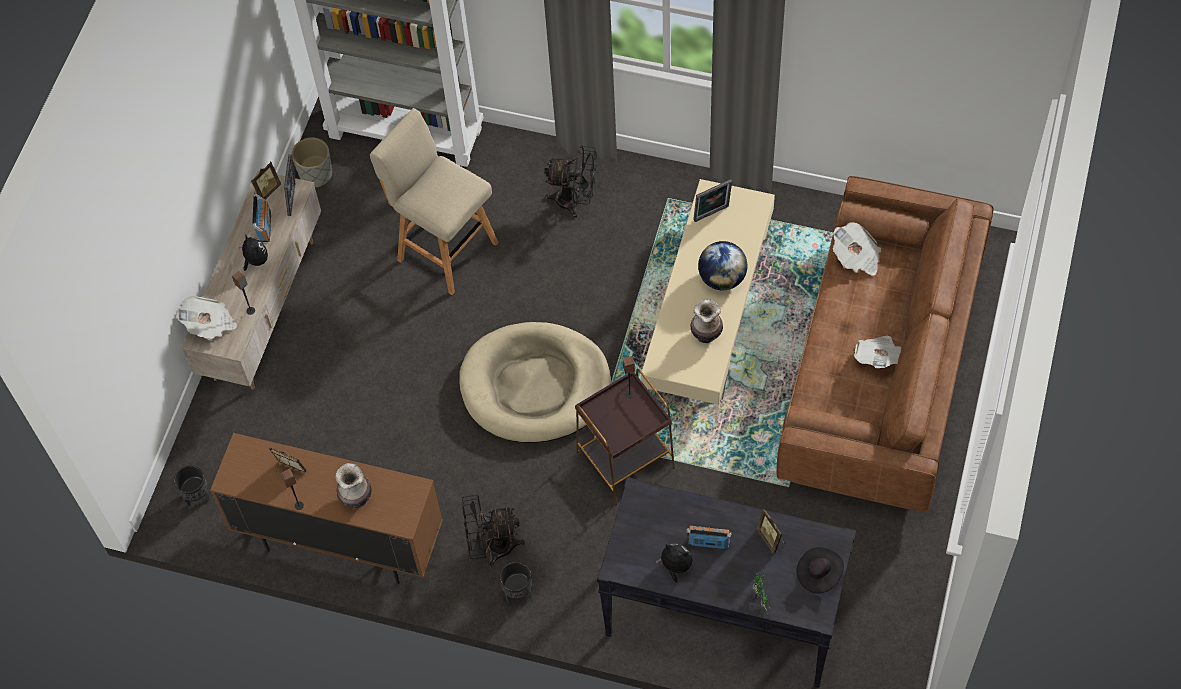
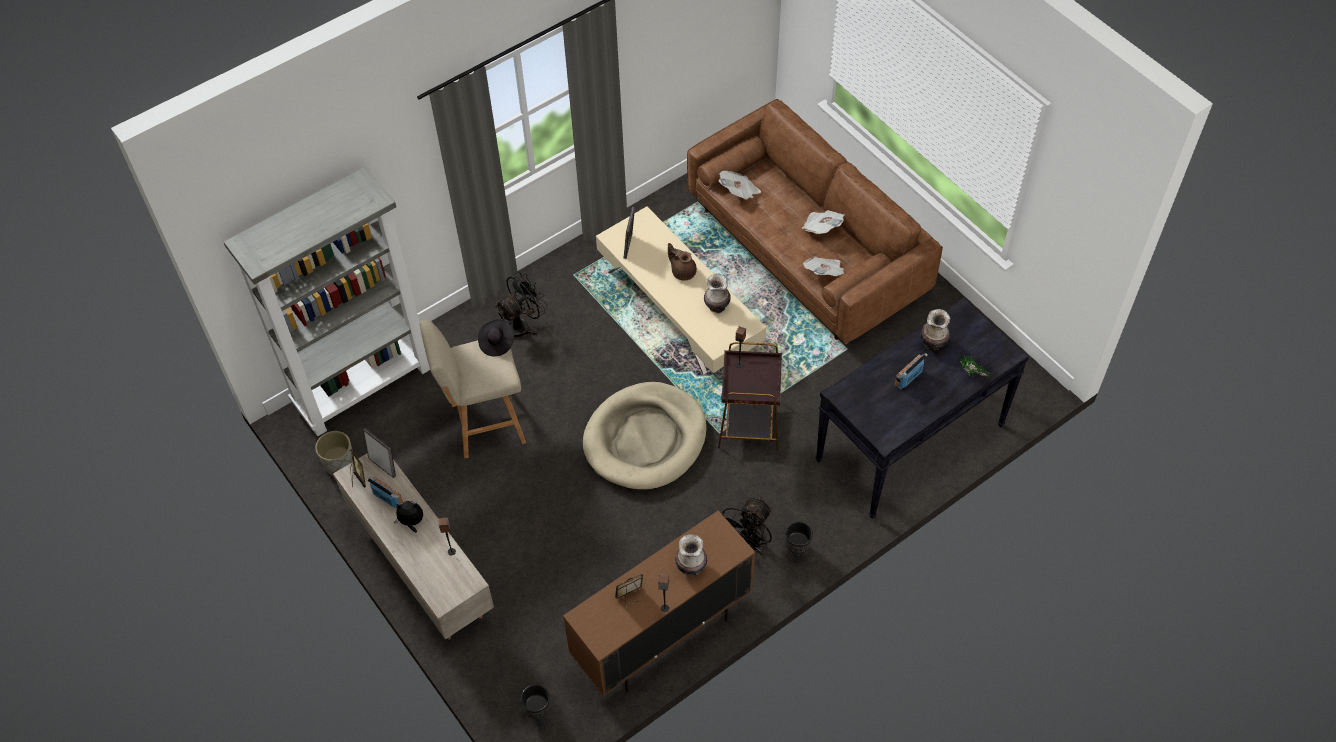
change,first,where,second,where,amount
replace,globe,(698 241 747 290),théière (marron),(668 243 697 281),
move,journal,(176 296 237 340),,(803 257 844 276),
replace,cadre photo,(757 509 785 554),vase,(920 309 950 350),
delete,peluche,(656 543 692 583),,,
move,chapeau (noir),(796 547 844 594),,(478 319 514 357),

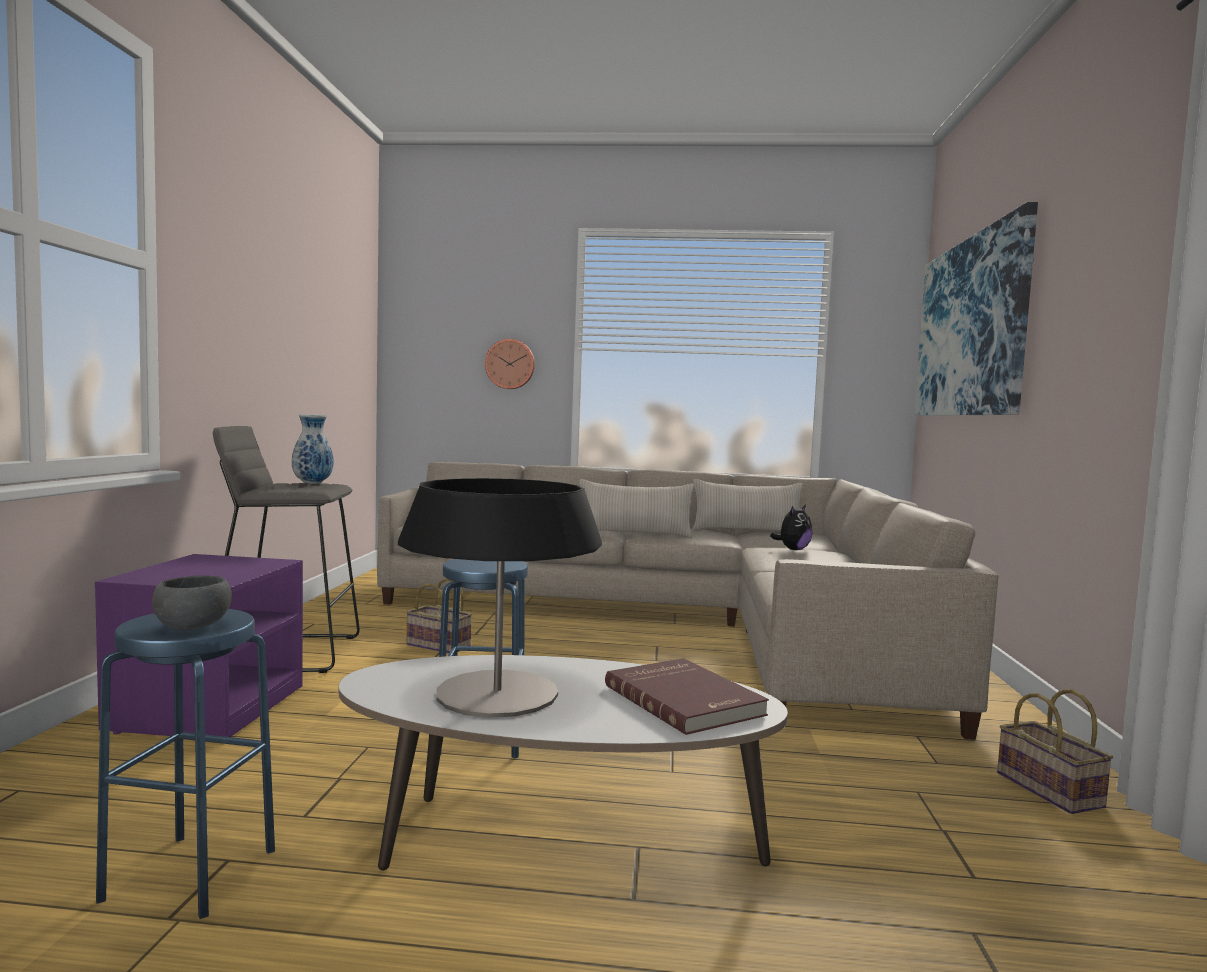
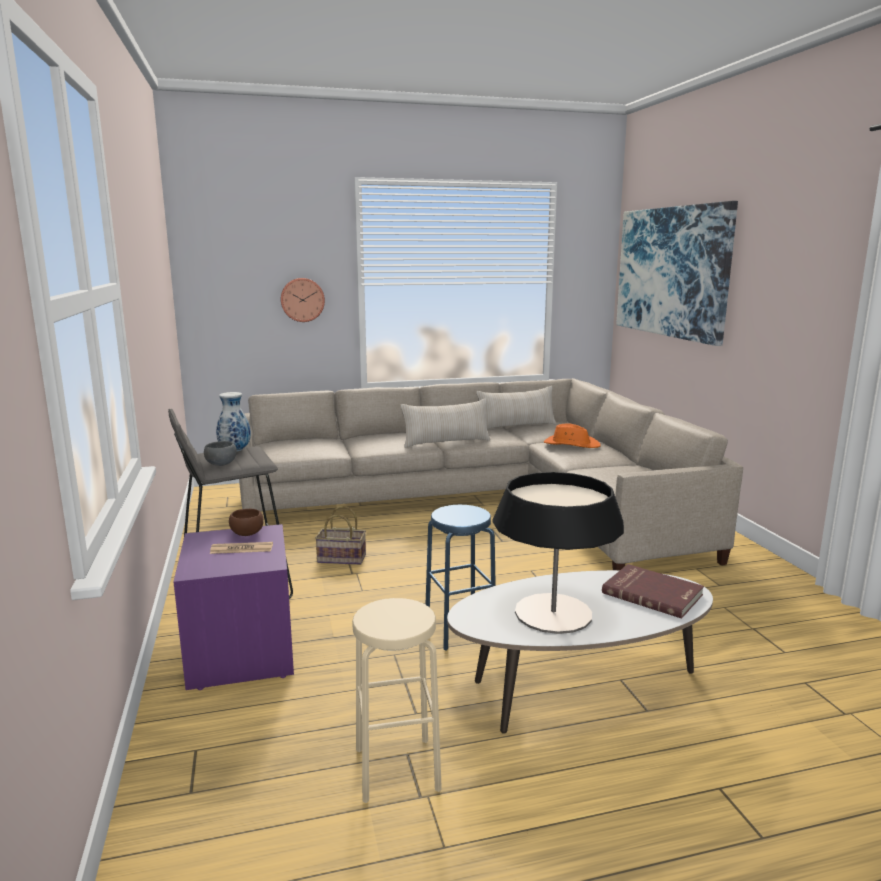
change,first,where,second,where,amount
replace,peluche,(770 505 812 550),chapeau (orange),(544 423 601 448),
move,bol (gris),(152 575 232 630),,(204 441 237 466),
recolor,tabouret (bleu),(96 609 275 919),tabouret (beige),(352 598 442 803),
delete,panier,(997 689 1113 814),,,
insert,,,bol (marron),(229 509 264 536),
insert,,,journal,(210 542 273 554),

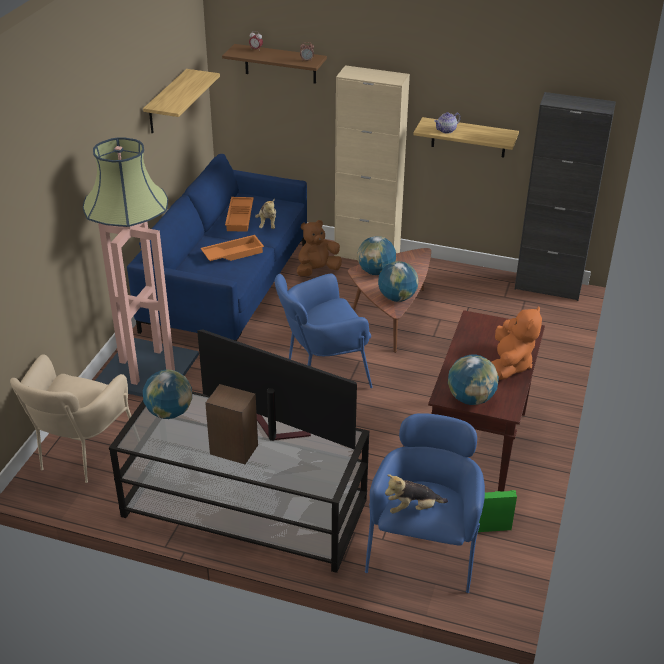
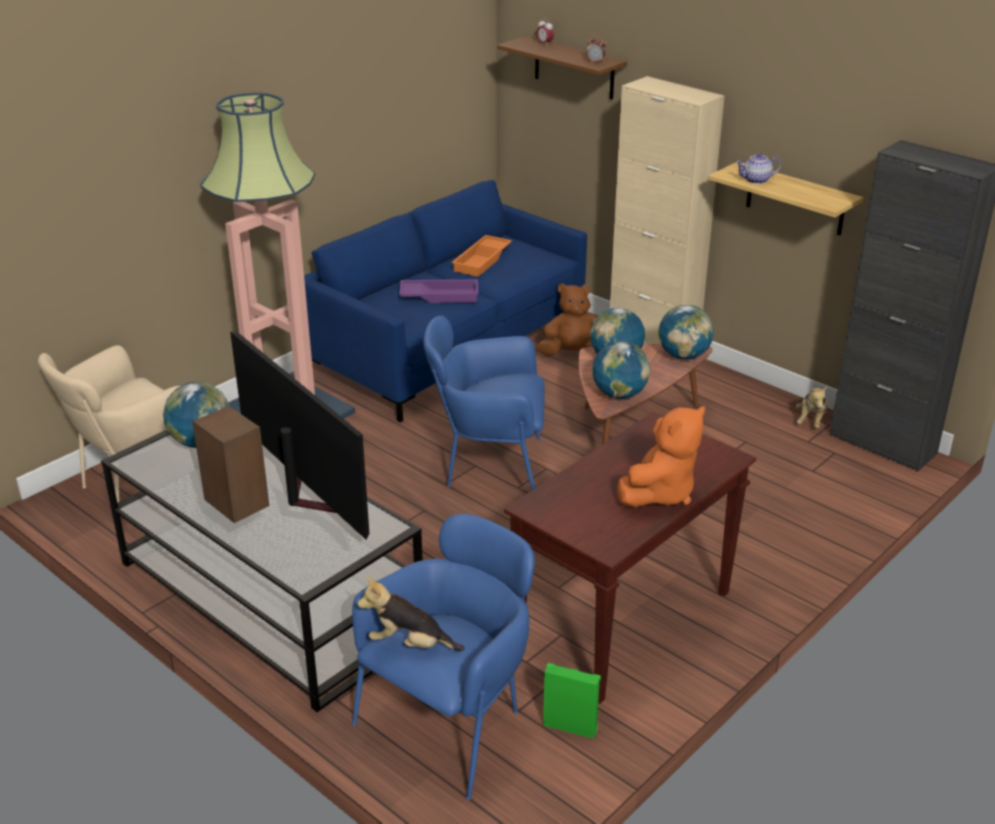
change,first,where,second,where,amount
delete,étagère,(143 69 220 134),,,
move,peluche,(255 198 276 229),,(796 386 828 429),
recolor,plateau (orange),(200 235 264 261),plateau (violet),(399 279 478 303),
move,globe,(448 355 499 405),,(658 305 714 360),

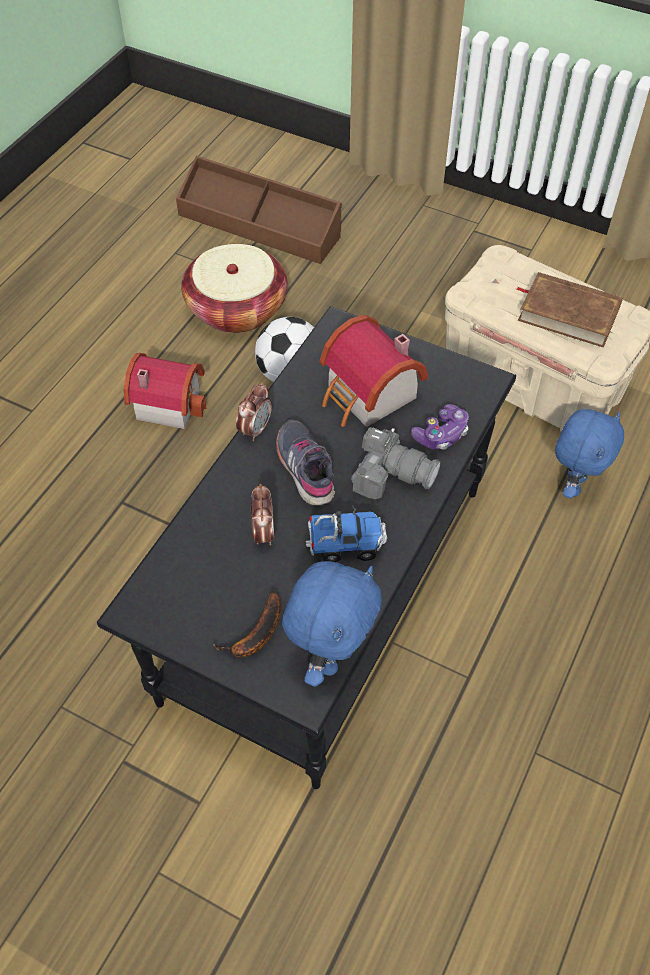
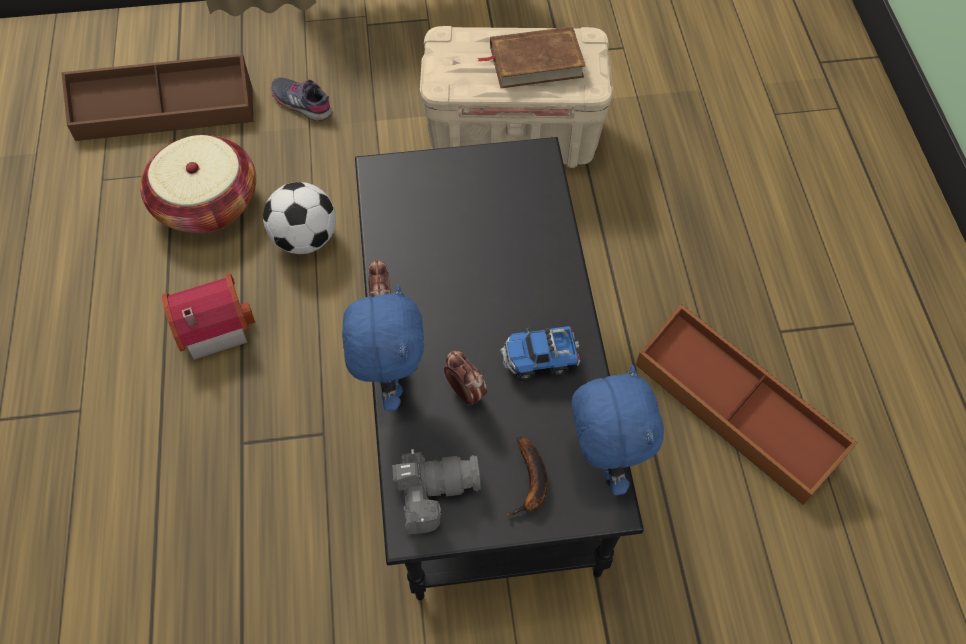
change,first,where,second,where,amount
delete,maison miniature,(320 315 428 427),,,
delete,manette,(411 404 469 450),,,
move,peluche (bleu),(555 409 624 498),,(342 284 424 411),
move,chaussure (gris),(276 420 335 506),,(271 77 332 121),
move,appareil photo,(351 427 441 499),,(392 449 481 535),
rotate,camion jouet,(306 507 387 562),,(500 326 580 381),150 degrees counterclockwise
insert,,,boîte de rangement (marron),(636 304 857 505),

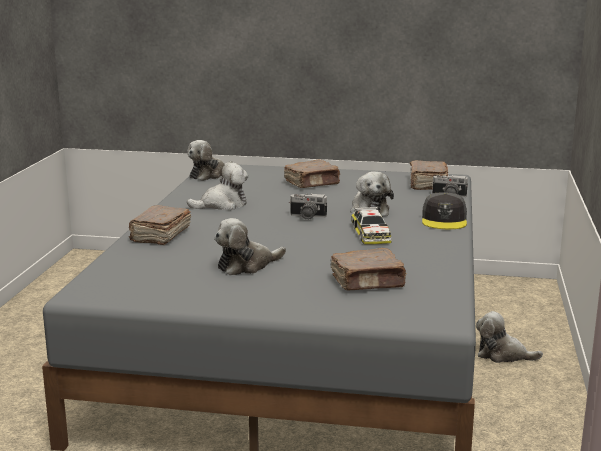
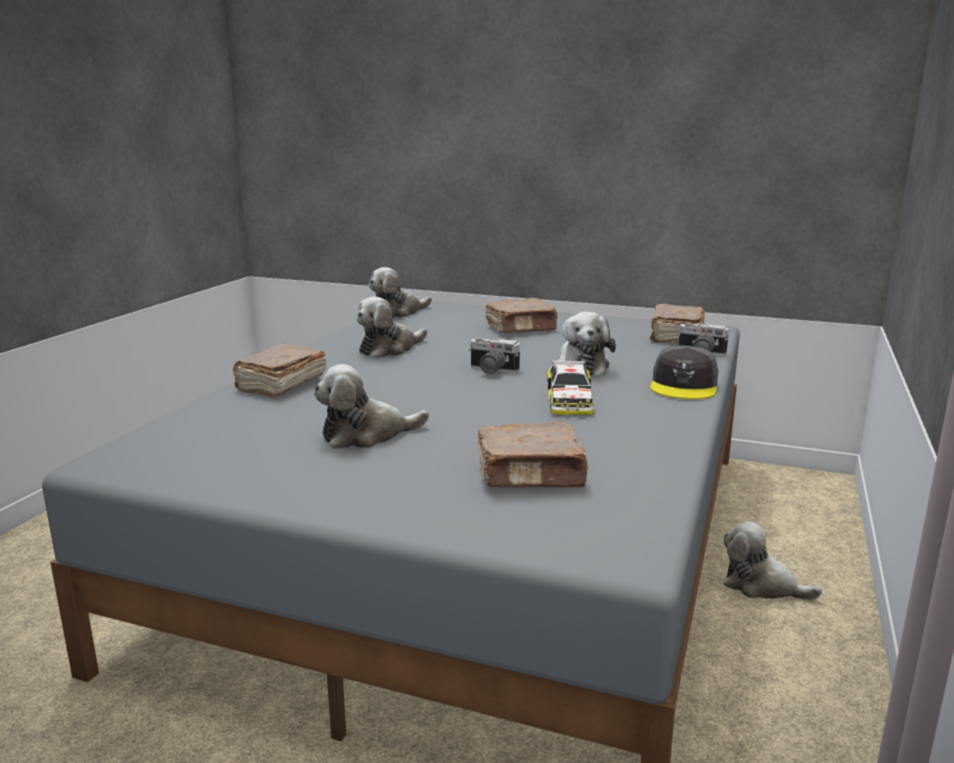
change,first,where,second,where,amount
rotate,peluche,(187 162 249 210),,(356 297 427 358),150 degrees clockwise

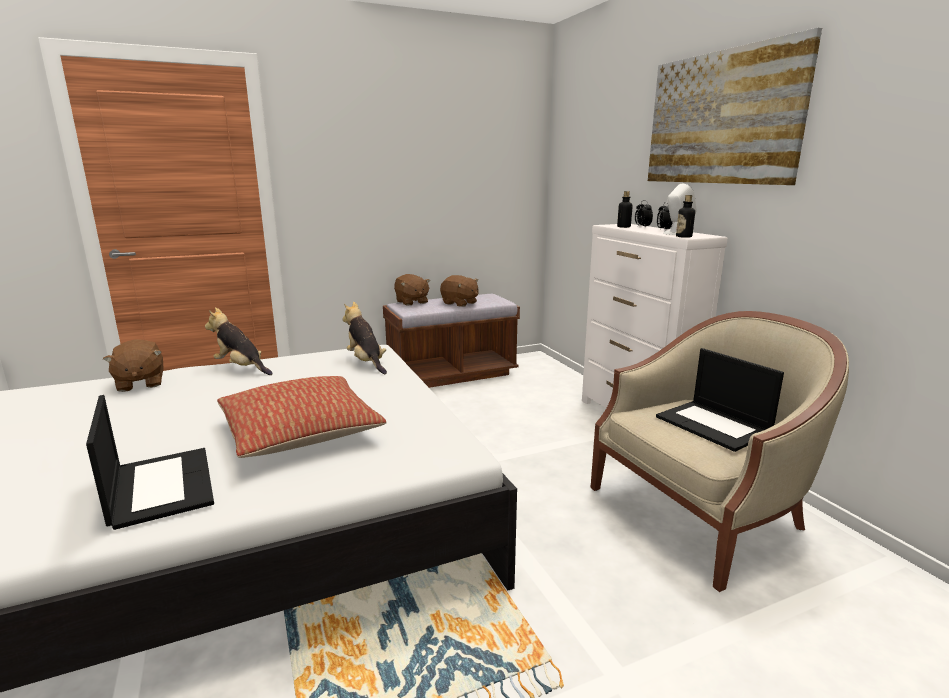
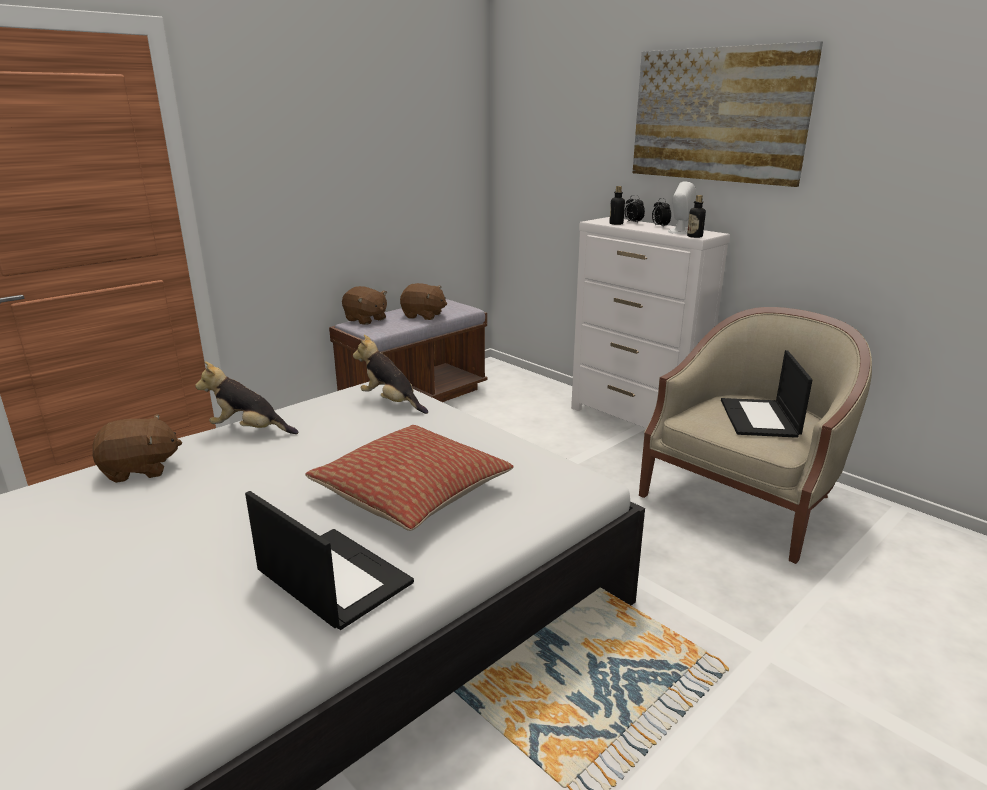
change,first,where,second,where,amount
rotate,peluche (marron),(103 340 164 392),,(92 414 182 483),60 degrees counterclockwise
rotate,ordinateur portable,(656 348 784 452),,(721 350 812 438),60 degrees clockwise

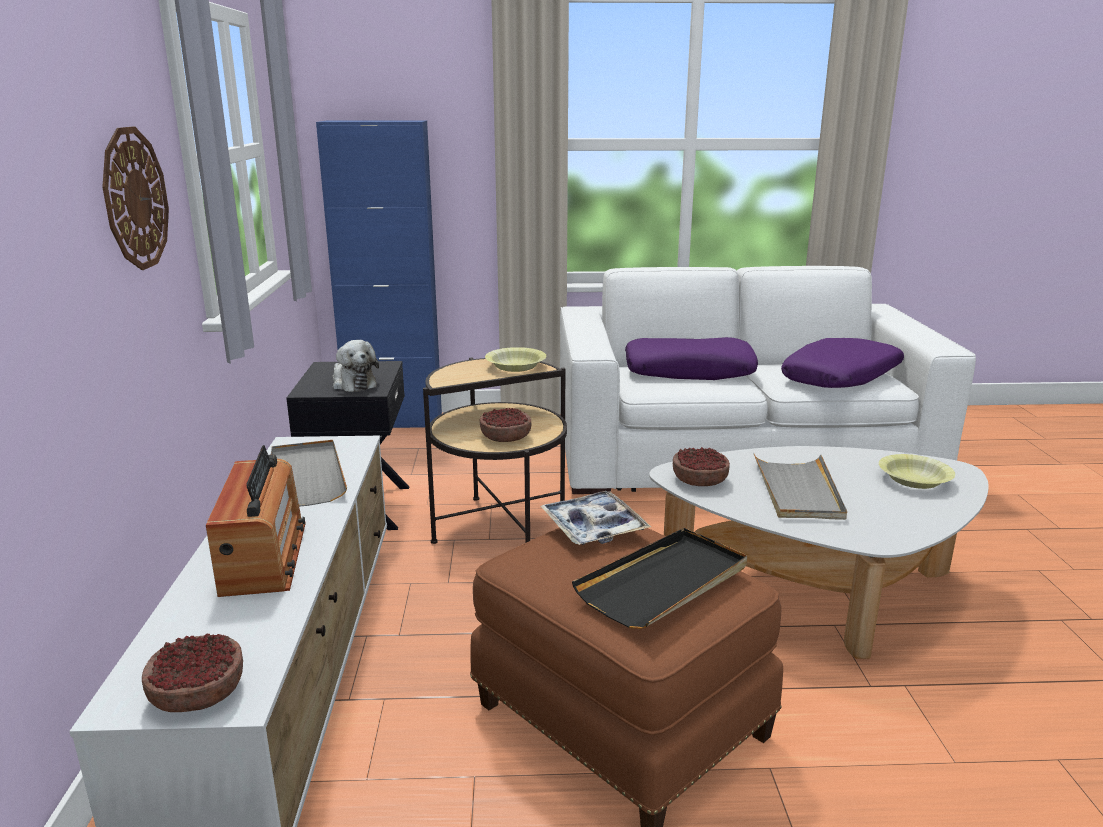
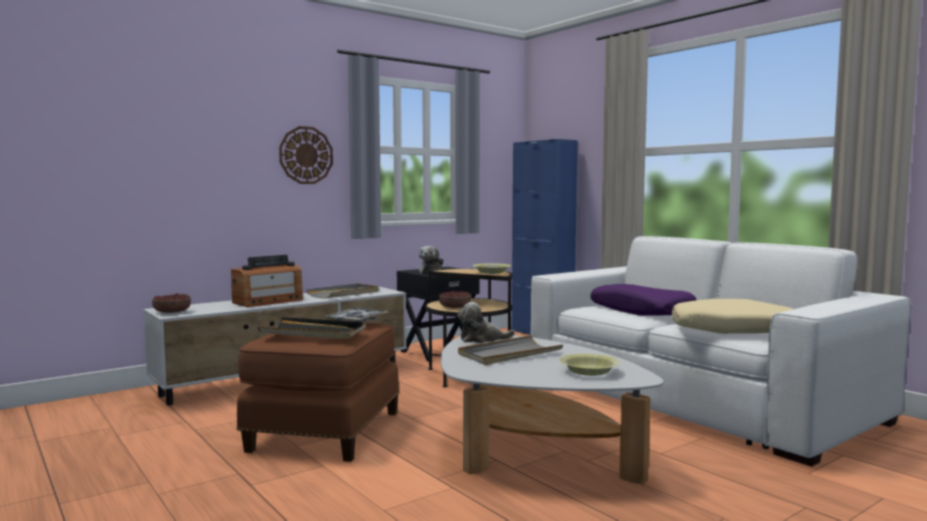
change,first,where,second,where,amount
recolor,coussin (violet),(781 338 904 388),coussin (beige),(672 299 793 334),
replace,bol,(673 447 730 486),peluche,(457 302 515 343),

